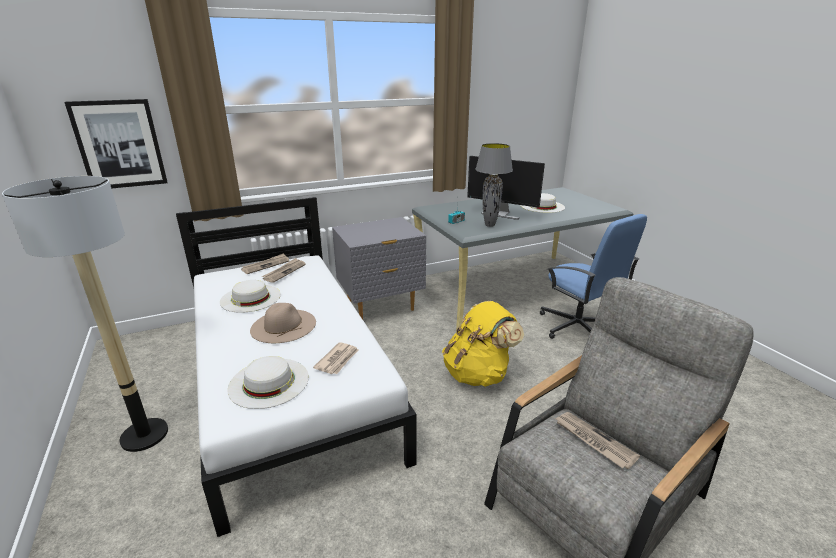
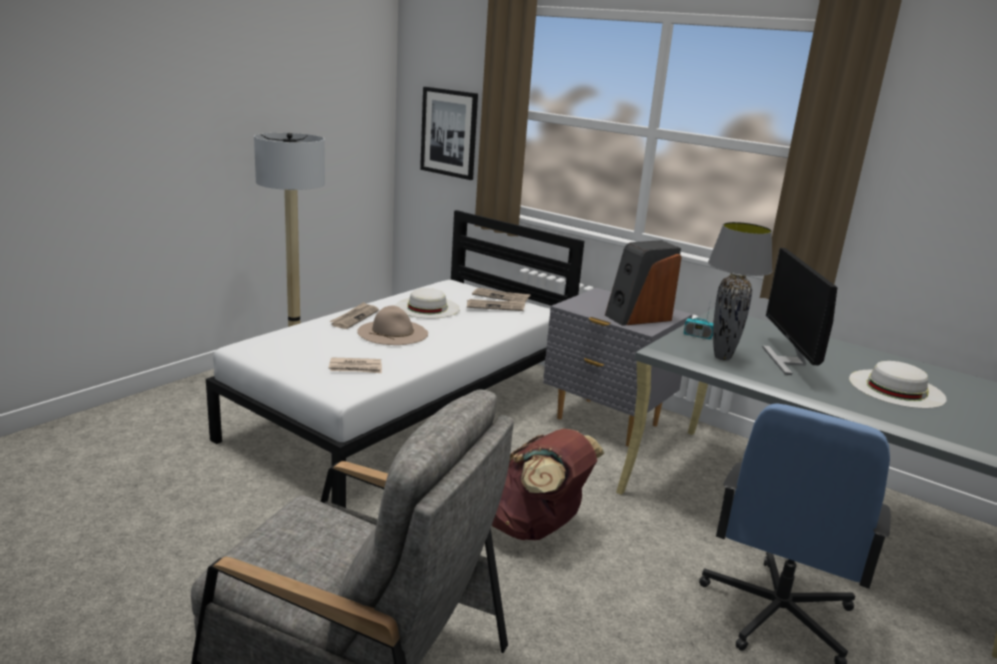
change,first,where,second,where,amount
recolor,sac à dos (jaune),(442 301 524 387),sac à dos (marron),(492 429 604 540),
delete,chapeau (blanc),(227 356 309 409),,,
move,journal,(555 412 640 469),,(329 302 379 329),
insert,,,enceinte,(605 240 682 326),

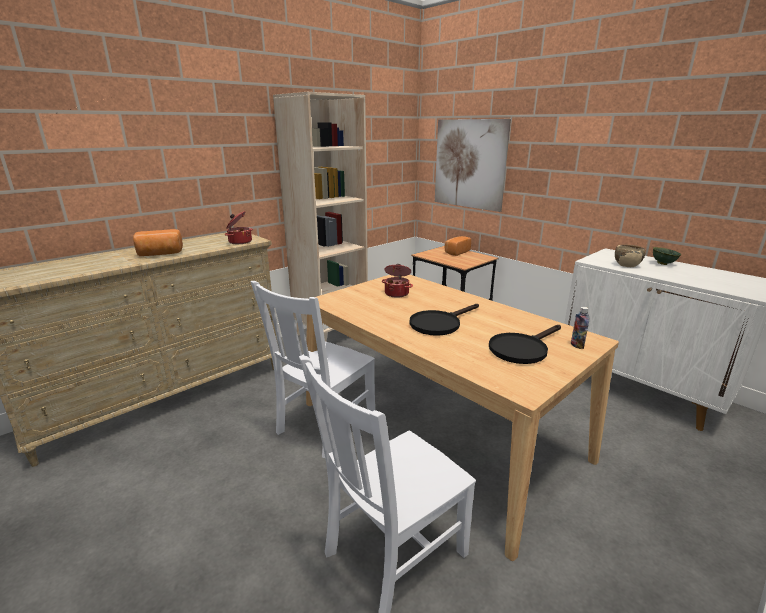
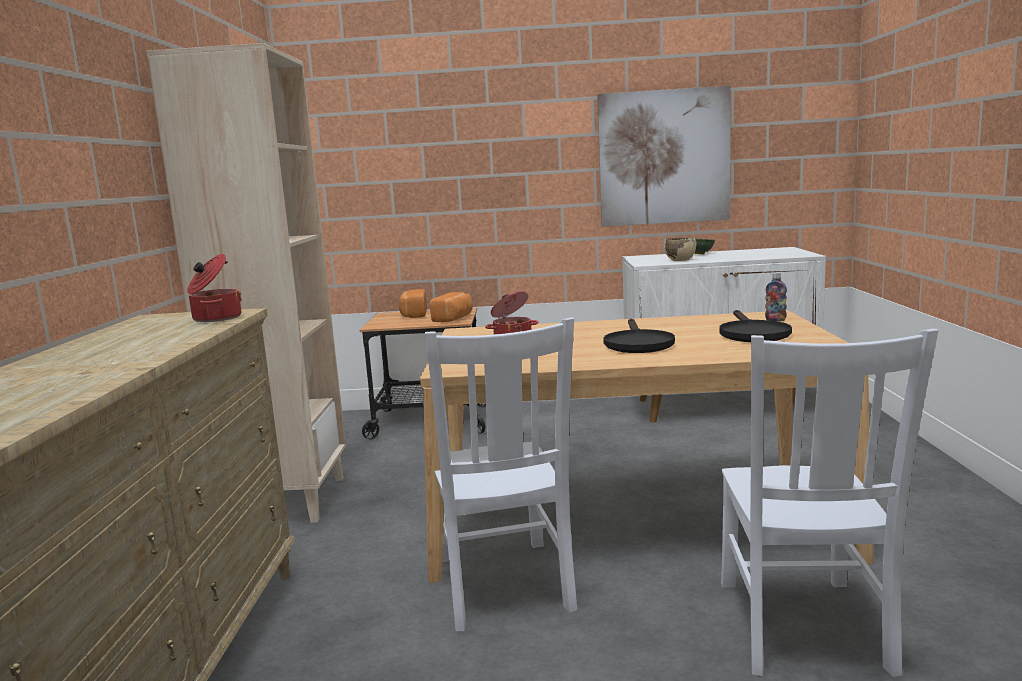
change,first,where,second,where,amount
move,tableau,(435 119 511 212),,(597 86 731 227),
move,pain,(133 229 183 256),,(430 292 473 322),

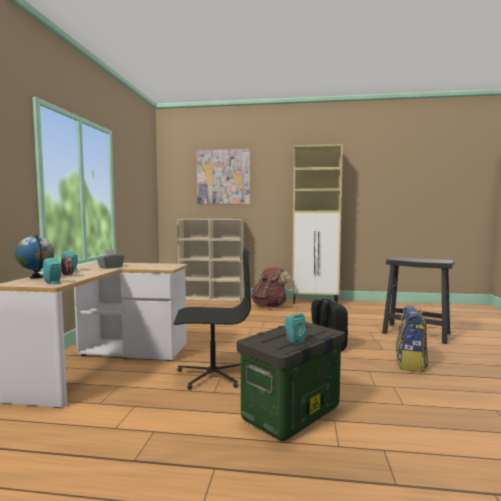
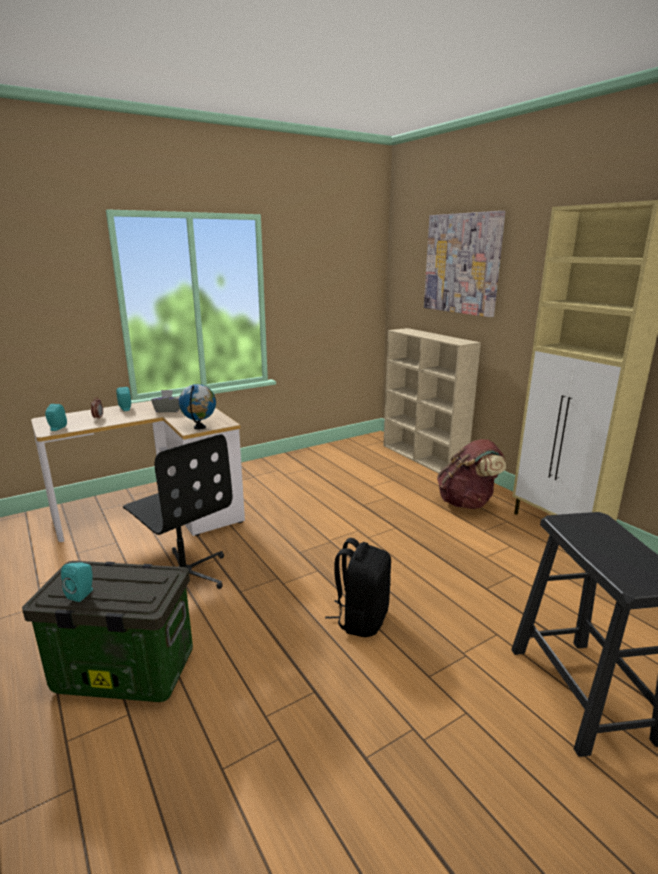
change,first,where,second,where,amount
move,globe,(15 235 54 279),,(179 384 216 429),
delete,sac à dos,(395 305 428 372),,,

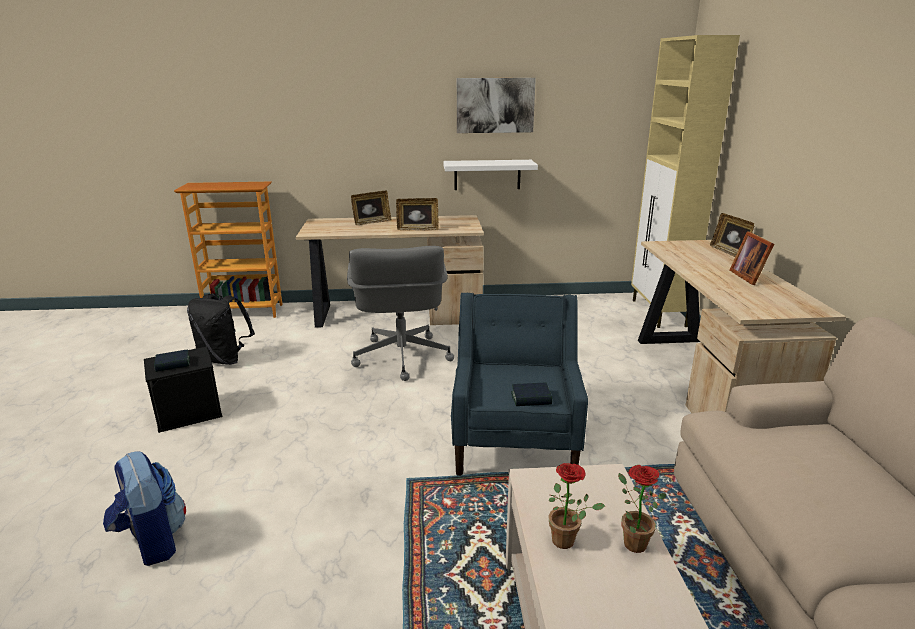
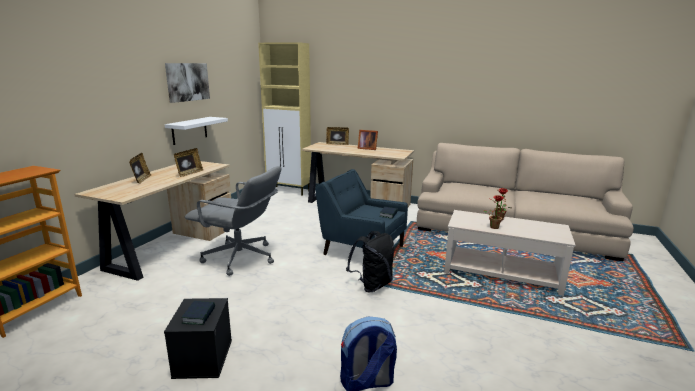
change,first,where,second,where,amount
move,sac à dos (noir),(187 293 255 365),,(346 231 394 292),

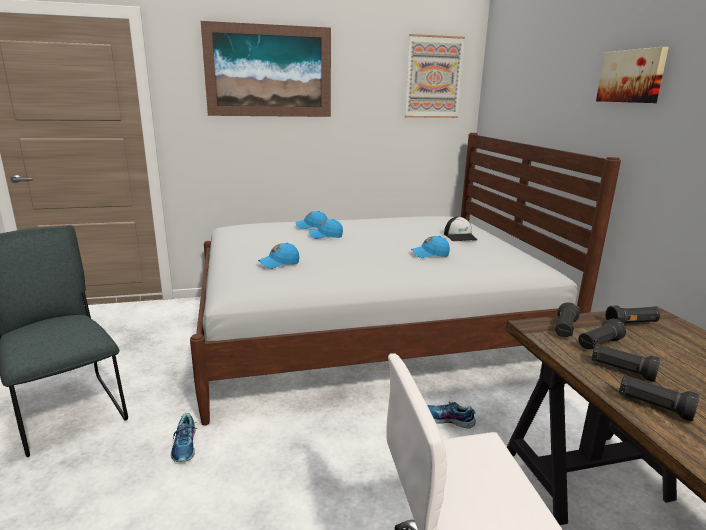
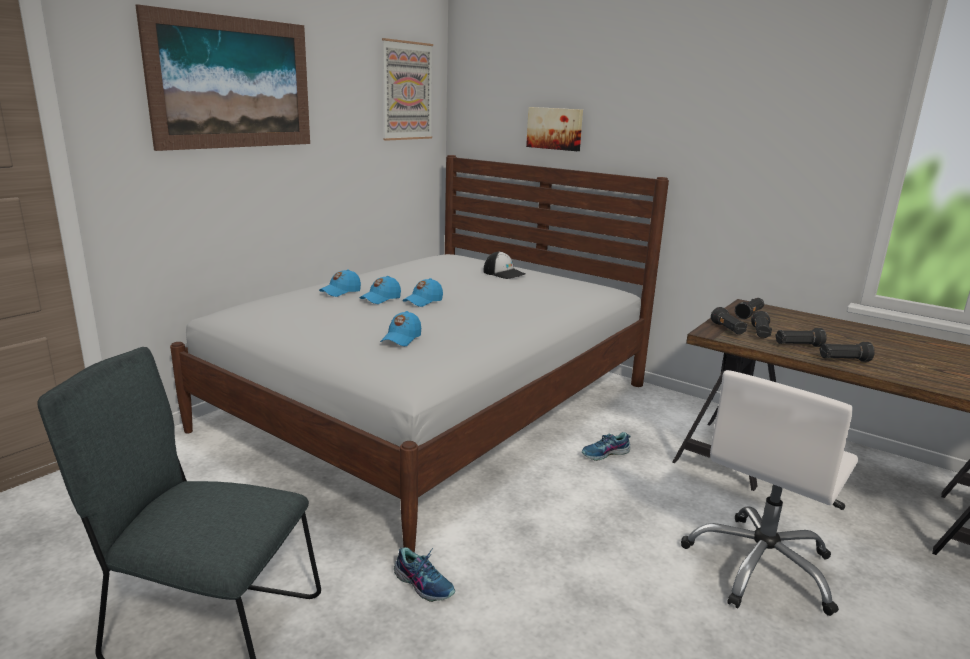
change,first,where,second,where,amount
move,tableau,(596 47 669 103),,(526 107 583 151),
move,casquette (bleu),(411 236 450 258),,(403 278 443 307),

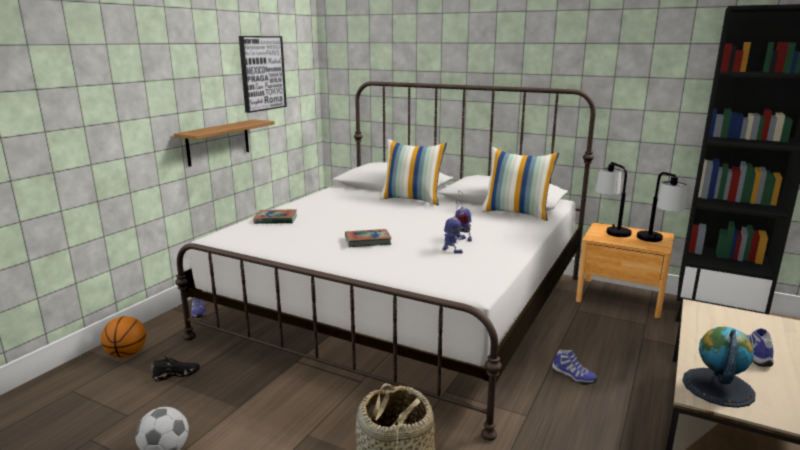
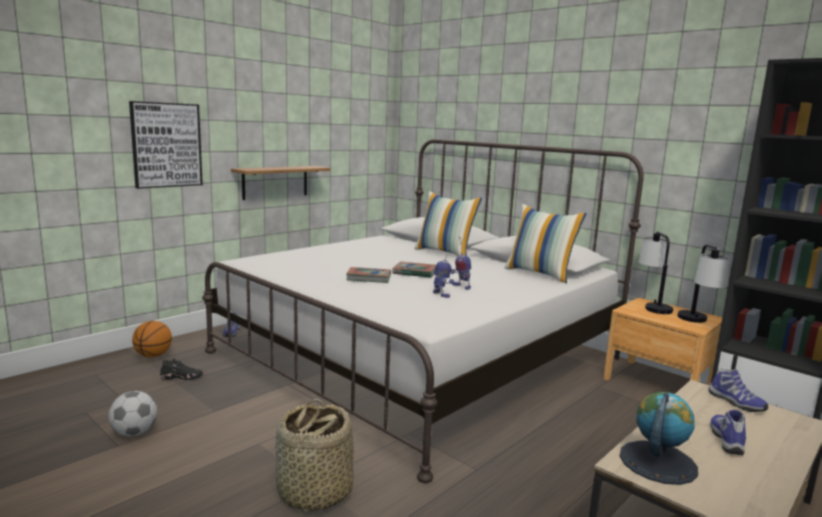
change,first,where,second,where,amount
move,tableau,(239 36 287 113),,(129 101 203 189),
move,livre,(253 209 297 224),,(392 262 436 278),
move,chaussure,(552 350 597 385),,(709 368 768 412),

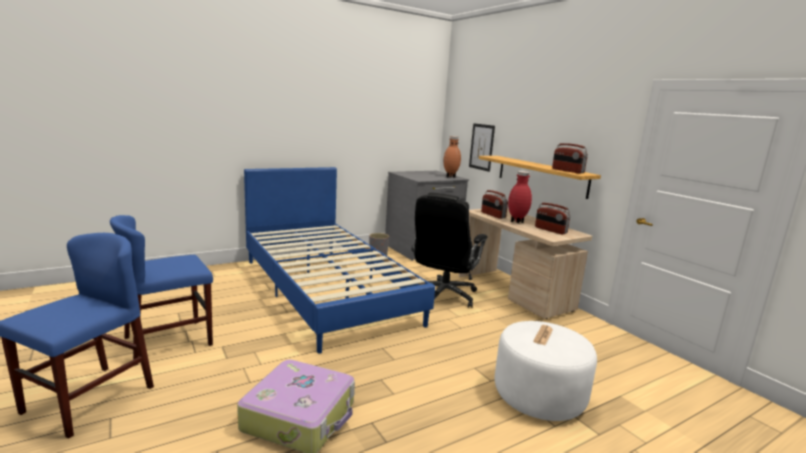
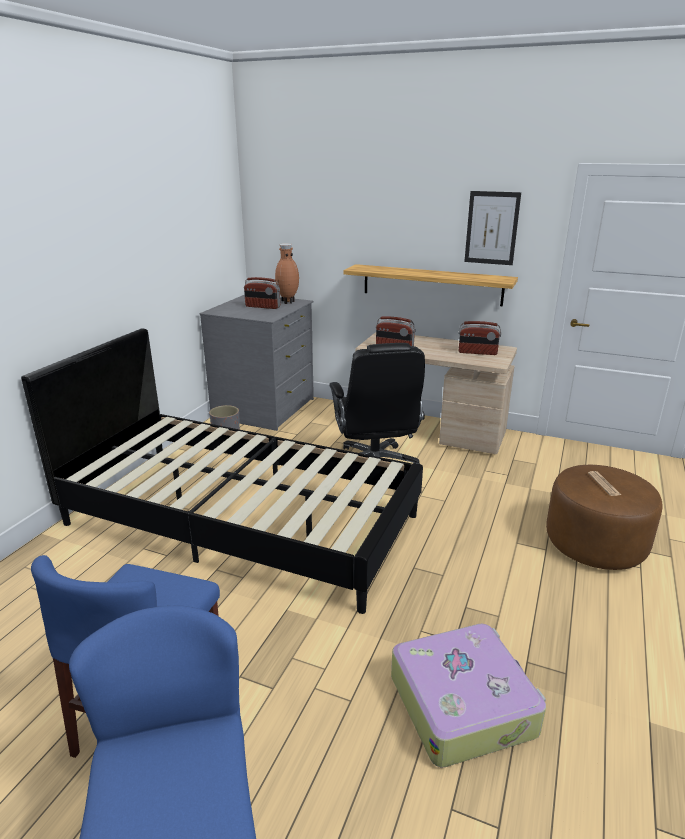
change,first,where,second,where,amount
move,tableau,(469 123 495 172),,(464 191 521 265),
move,radio,(552 143 588 174),,(244 277 280 309),
recolor,lit (bleu),(244 167 435 354),lit (noir),(21 329 423 614),
delete,vase (rouge),(508 171 532 223),,,
recolor,pouf (blanc),(495 321 597 421),pouf (marron),(546 465 663 570),

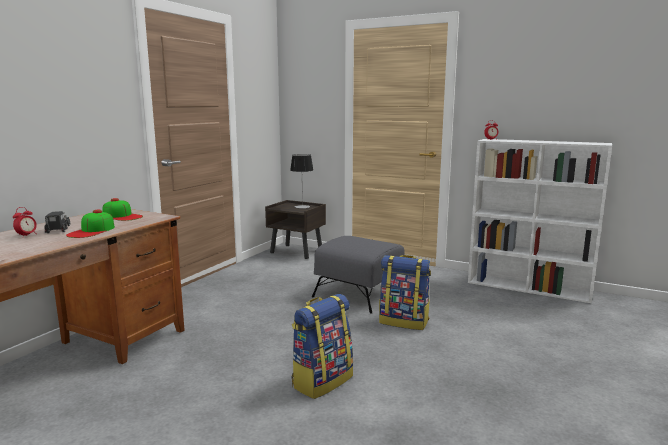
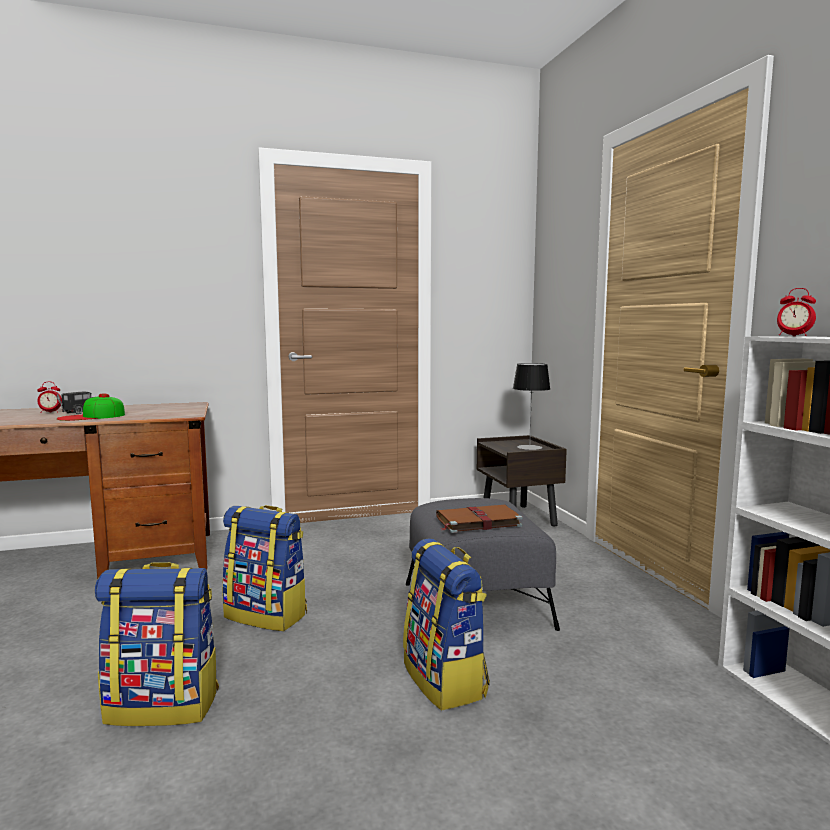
change,first,where,second,where,amount
delete,casquette,(102 198 143 221),,,
insert,,,sac à dos,(222 505 307 631),
insert,,,livre (marron),(436 505 523 533),

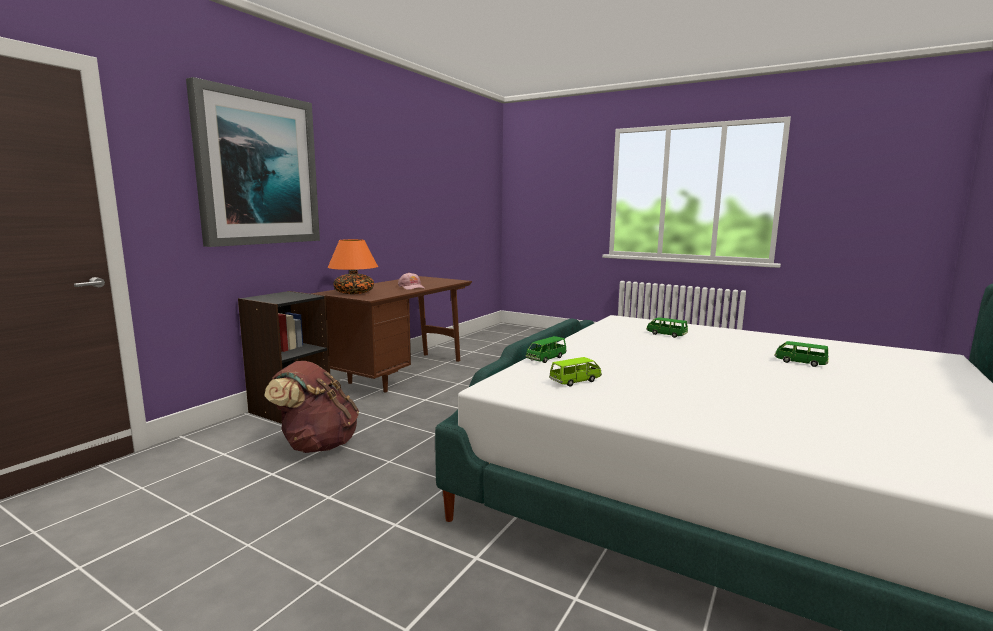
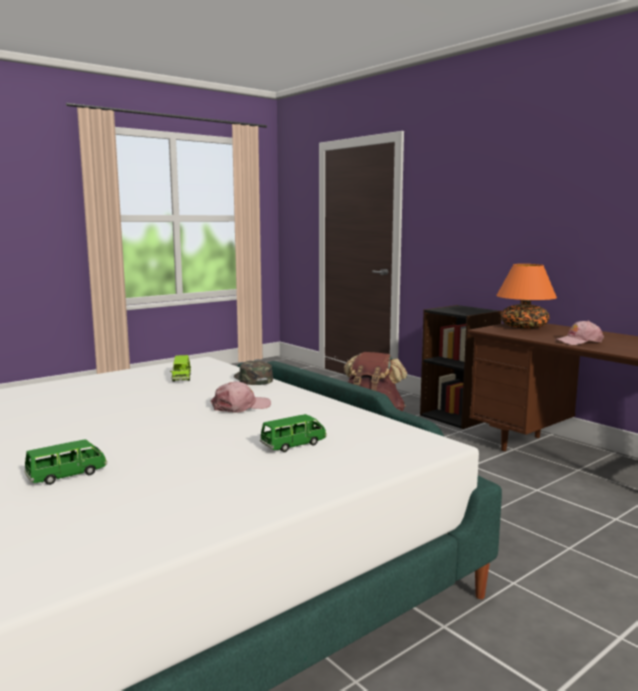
change,first,where,second,where,amount
delete,tableau,(186 77 320 247),,,
replace,petite voiture (vert),(526 336 567 363),casquette (vert),(234 361 273 385),
insert,,,casquette (rose),(211 381 271 413),

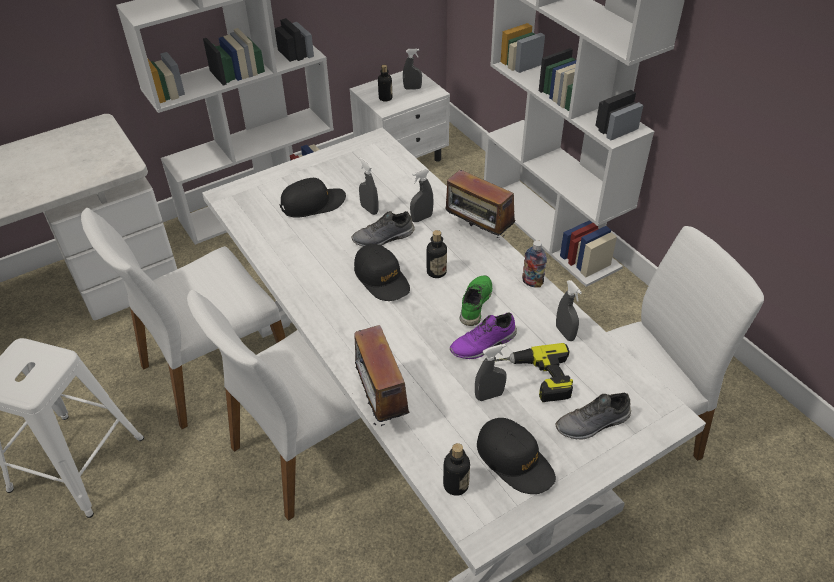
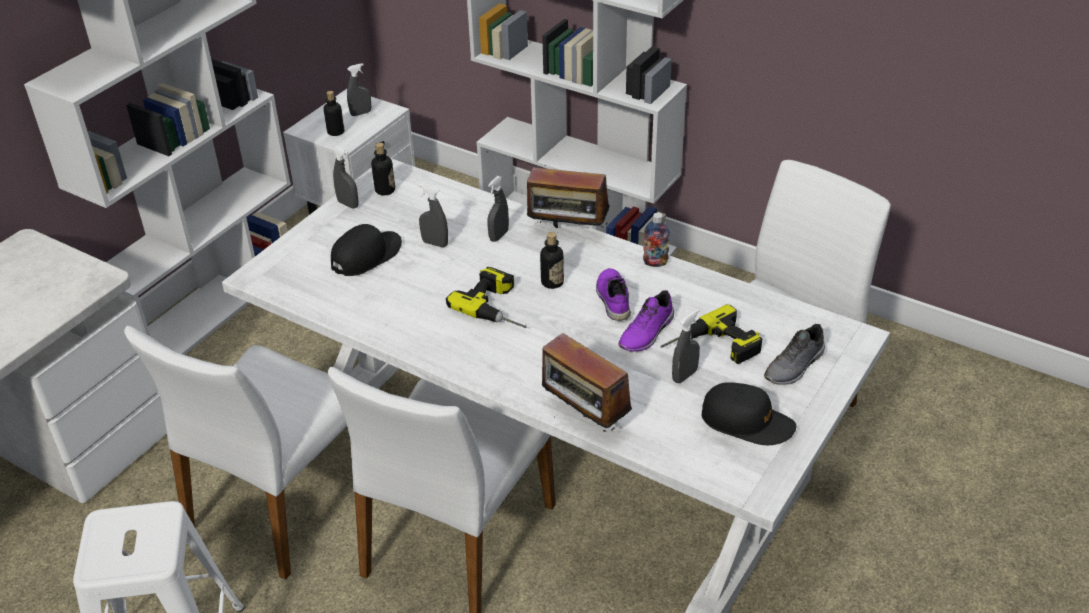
change,first,where,second,where,amount
delete,chaussure (gris),(352 211 415 247),,,
replace,casquette (noir),(354 244 410 301),perceuse,(446 267 527 328),
recolor,chaussure (vert),(460 275 492 326),chaussure (violet),(596 268 631 321),
move,vaporisateur (gris),(556 280 582 341),,(332 146 359 208),
move,bouteille,(443 443 470 496),,(371 143 395 195),

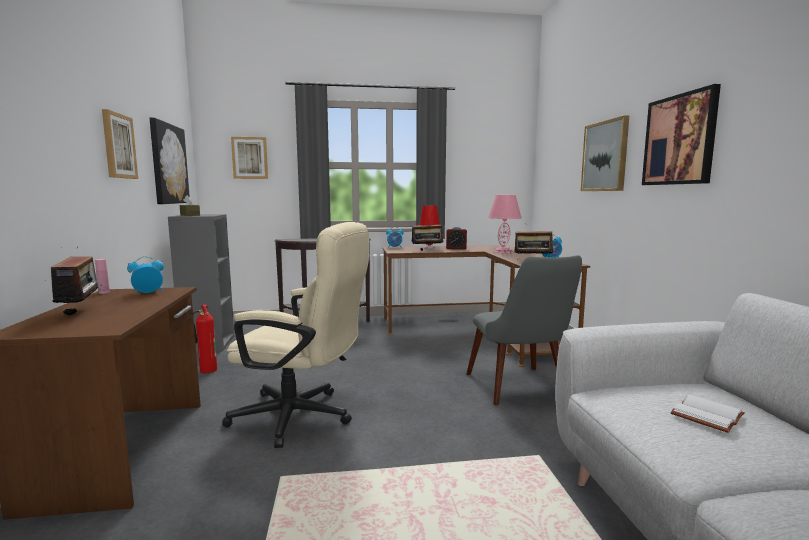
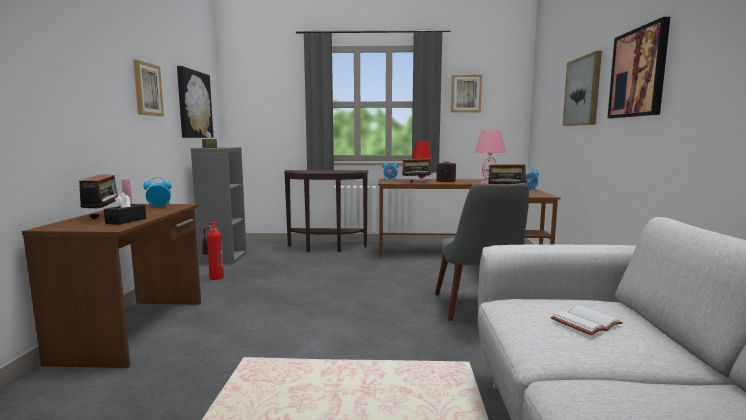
change,first,where,second,where,amount
move,tableau,(231 137 268 179),,(451 75 482 112),
delete,chaise de bureau (beige),(222 222 369 448),,,
insert,,,boîte à mouchoirs (noir),(104 193 146 225),

